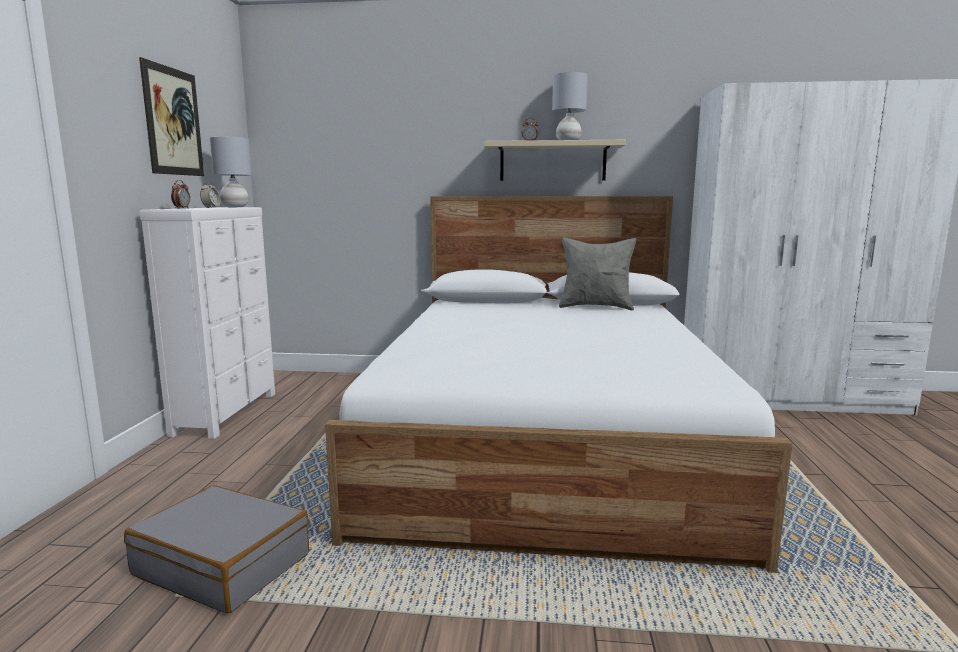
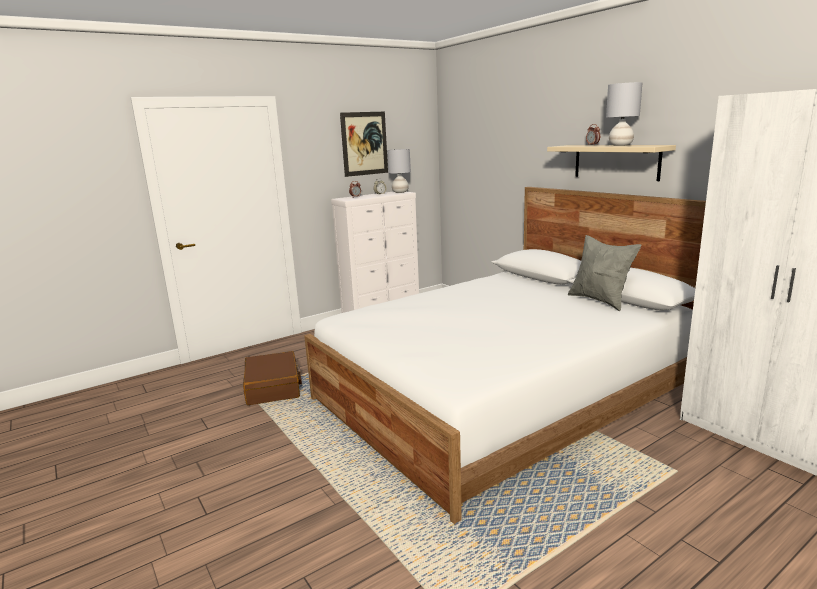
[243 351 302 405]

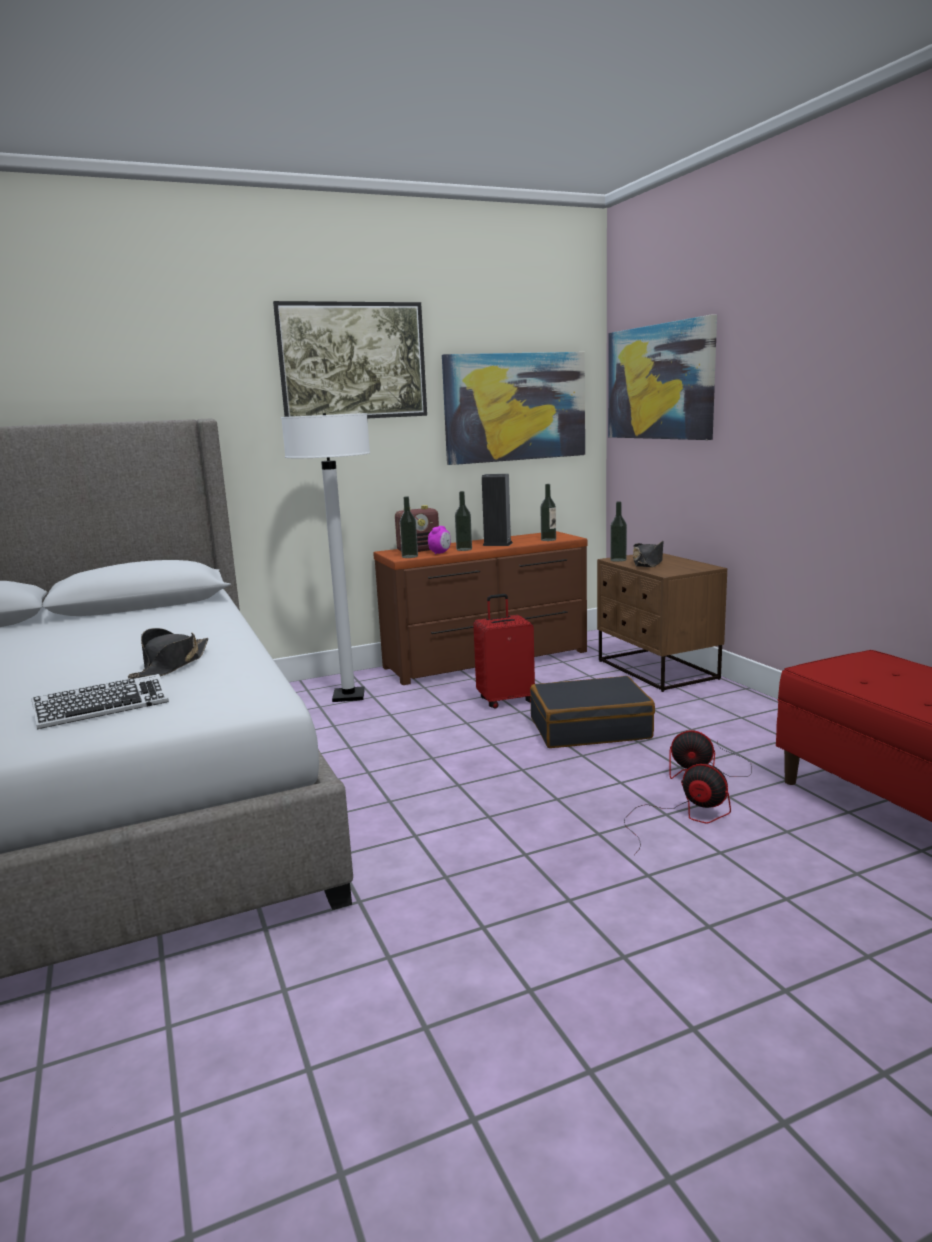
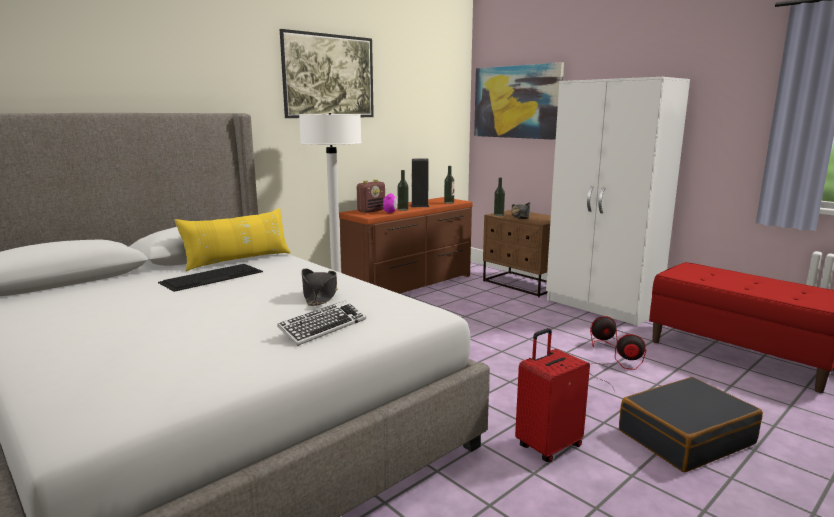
[158 264 263 292]
[175 208 291 271]
[515 328 590 463]
[546 77 690 326]
[619 377 763 472]
[399 497 418 558] (first image)
[442 352 585 465] (first image)

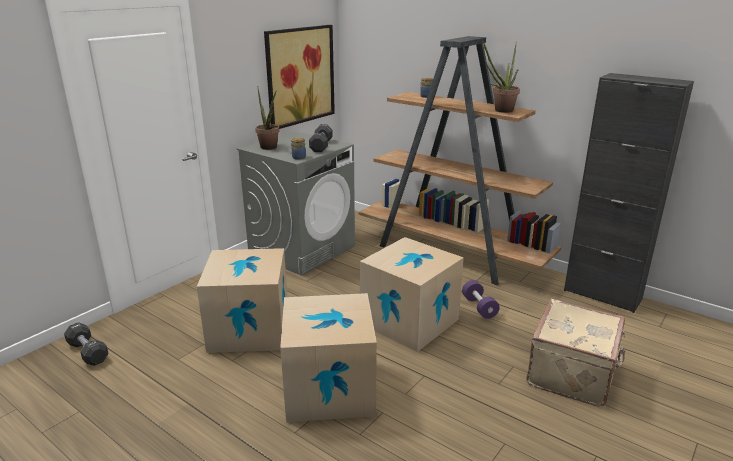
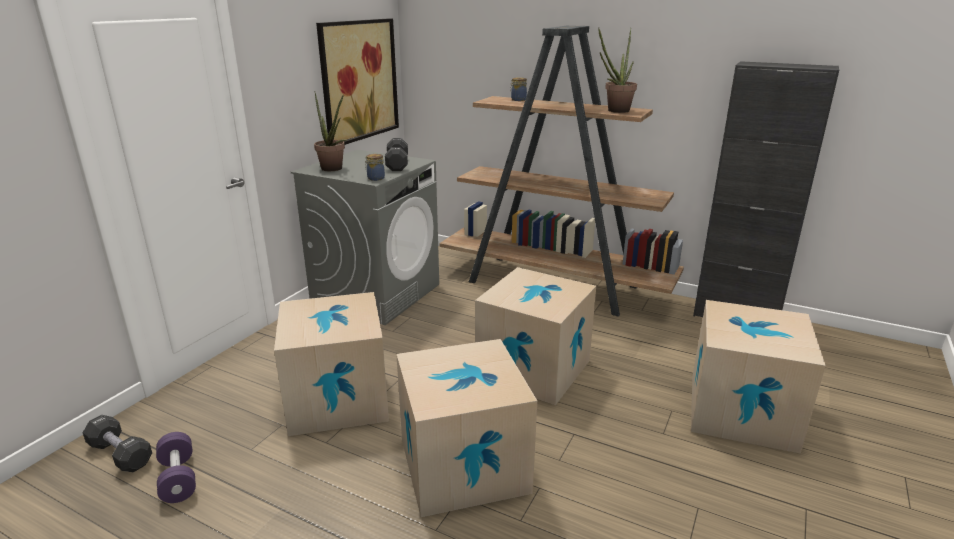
[156 432 196 503]
[691 300 826 454]

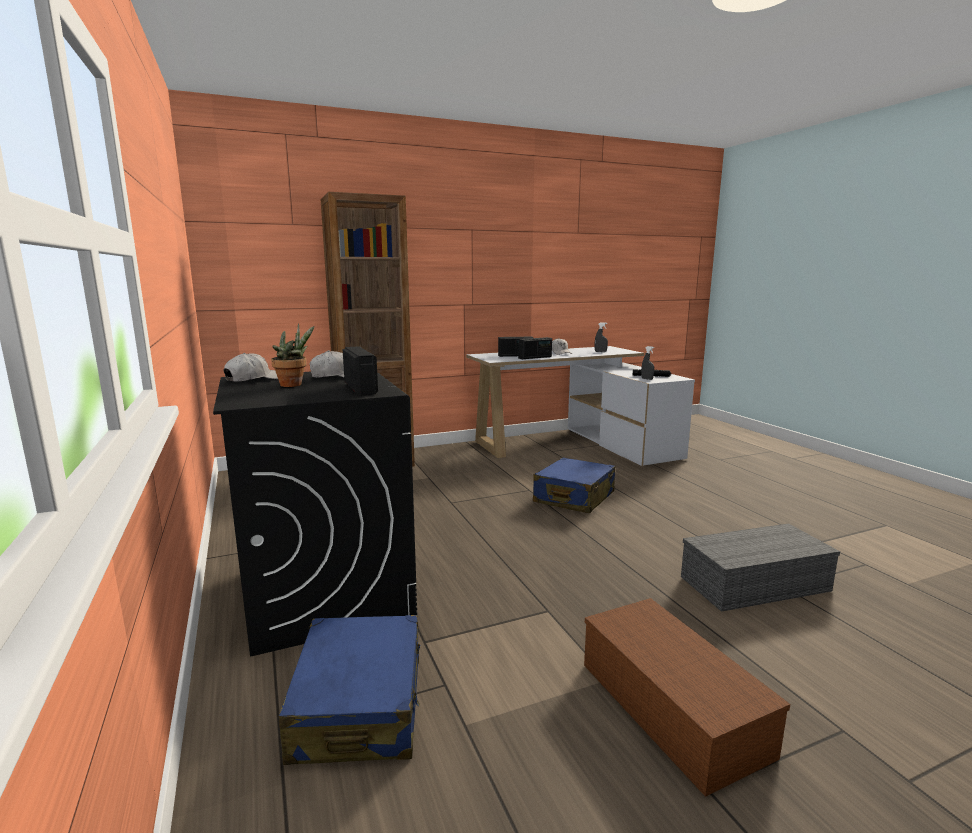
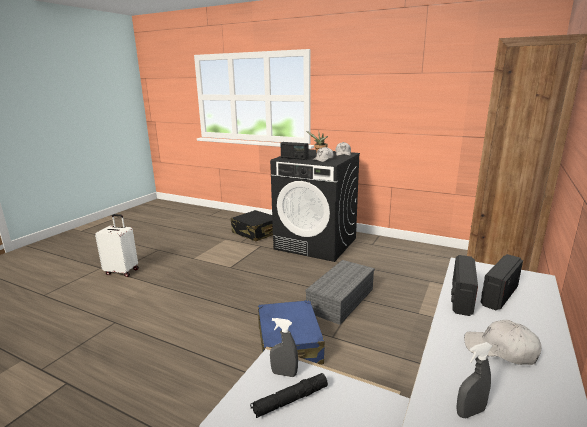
[95 214 139 277]
[231 210 273 242]
[305 260 375 325]
[584 598 790 797] (first image)

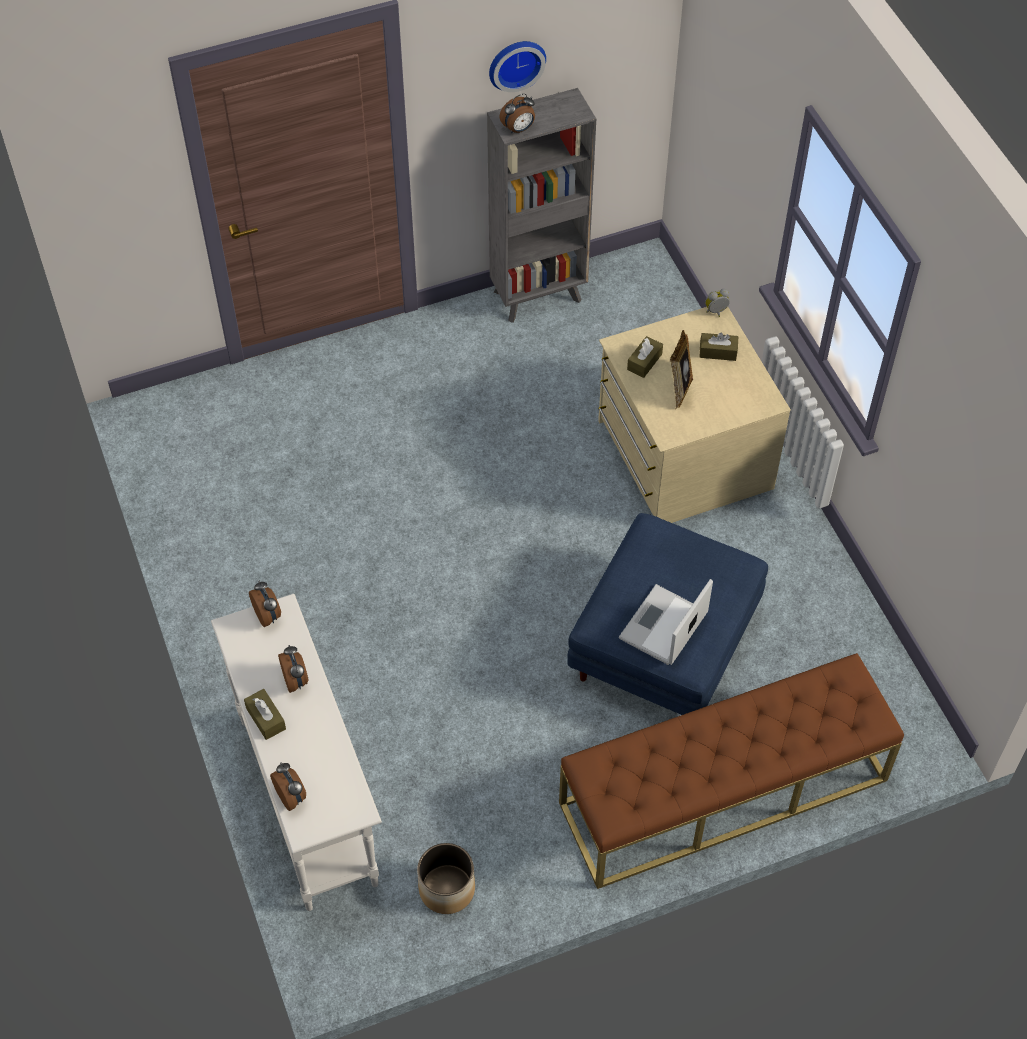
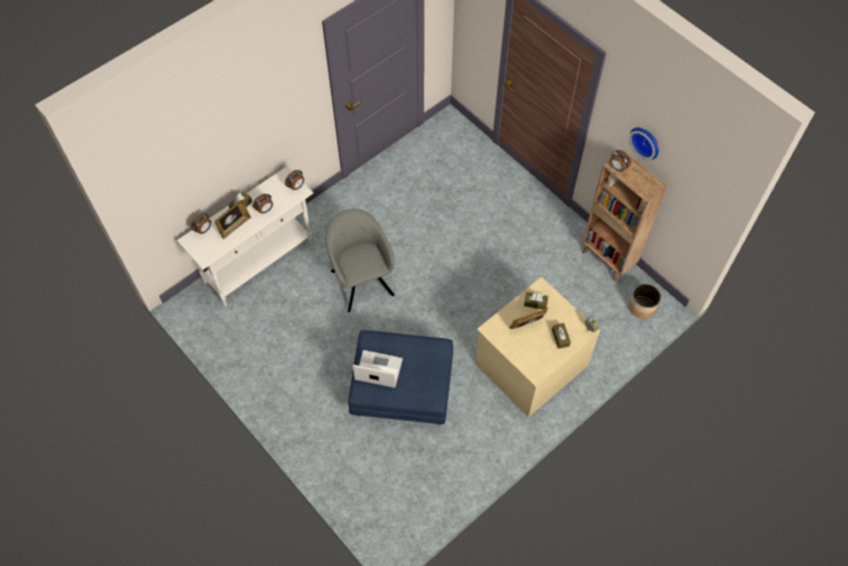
[215 200 251 239]
[325 209 395 312]
[582 150 667 281]
[629 284 661 319]
[559 653 904 889] (first image)

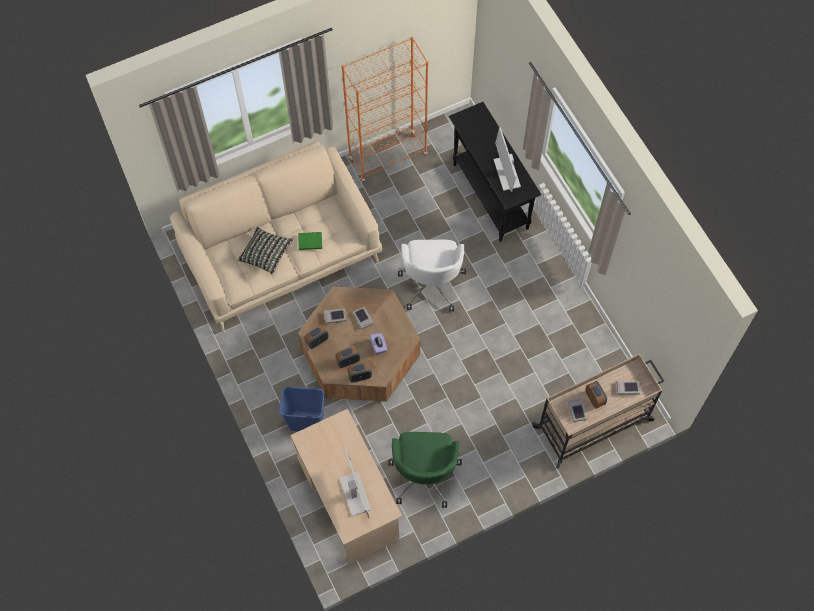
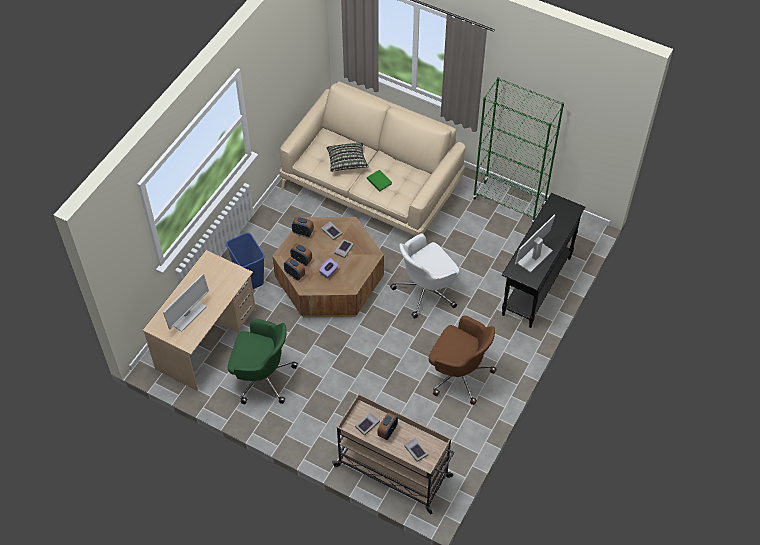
[228 319 298 404]
[429 315 497 405]
[473 77 564 224]

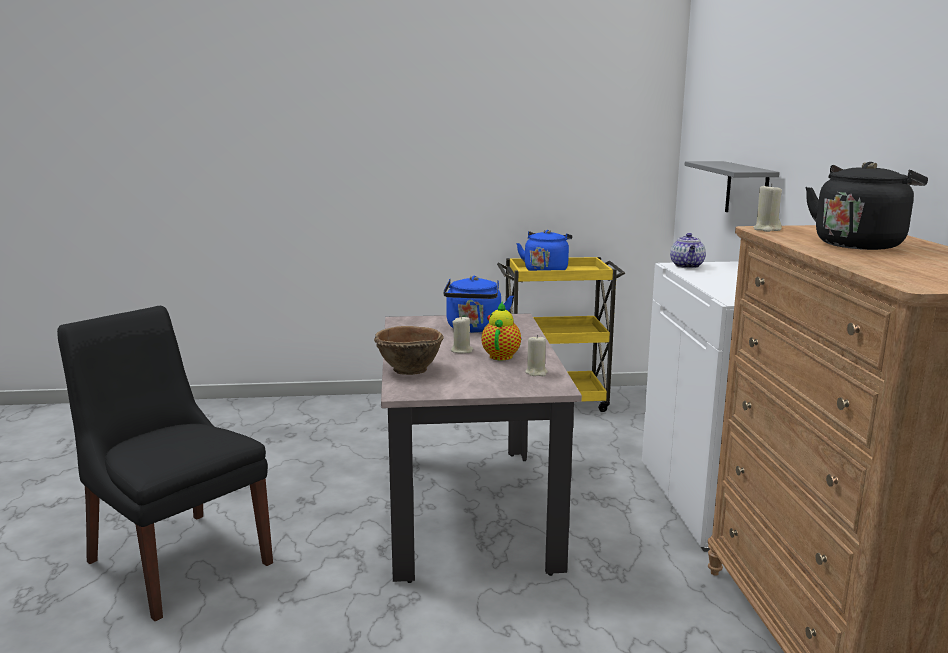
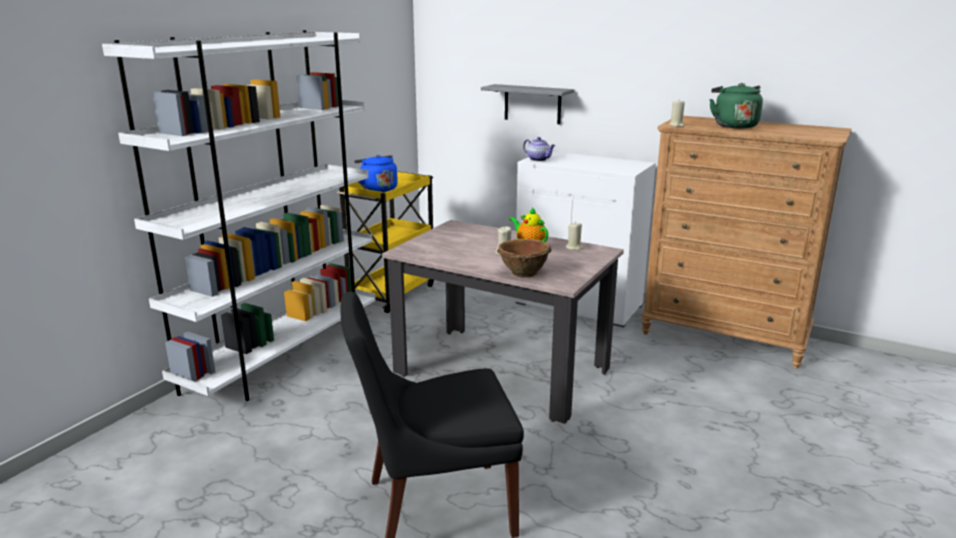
[102 30 376 401]
[709 83 763 128]
[443 276 513 333] (first image)

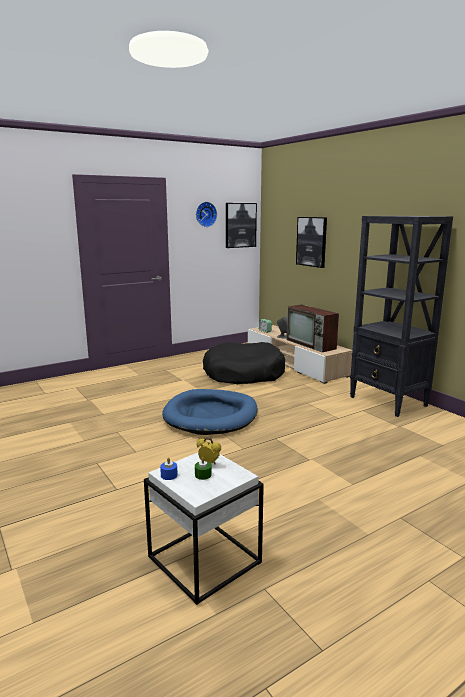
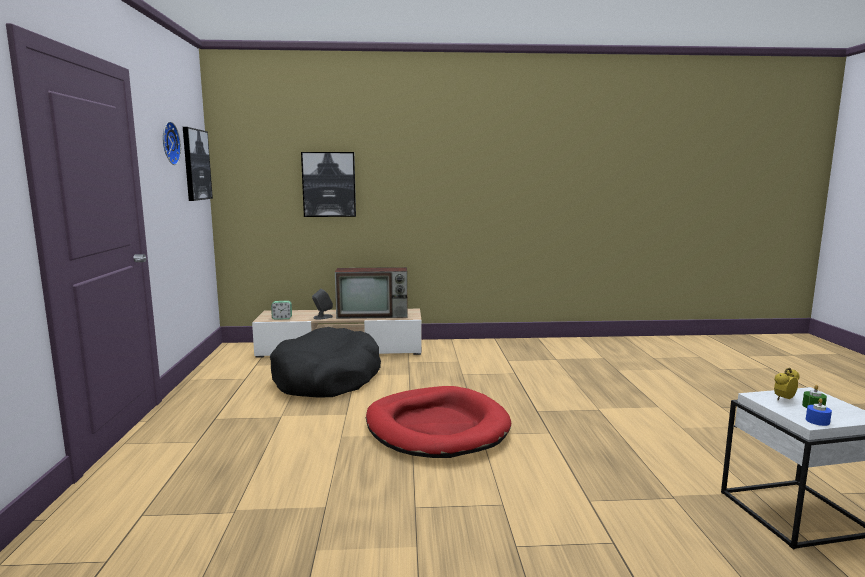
[366 386 511 458]
[350 216 453 417] (first image)

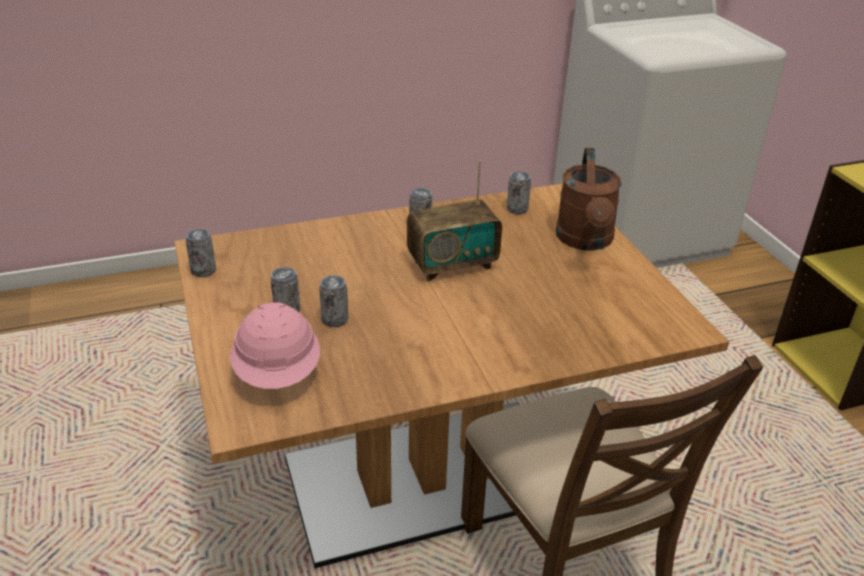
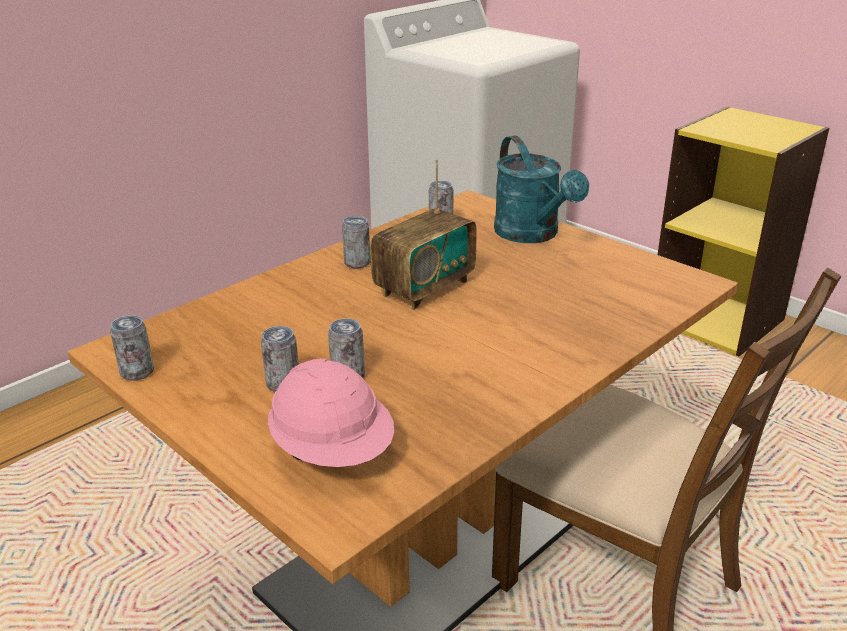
[494 136 589 243]

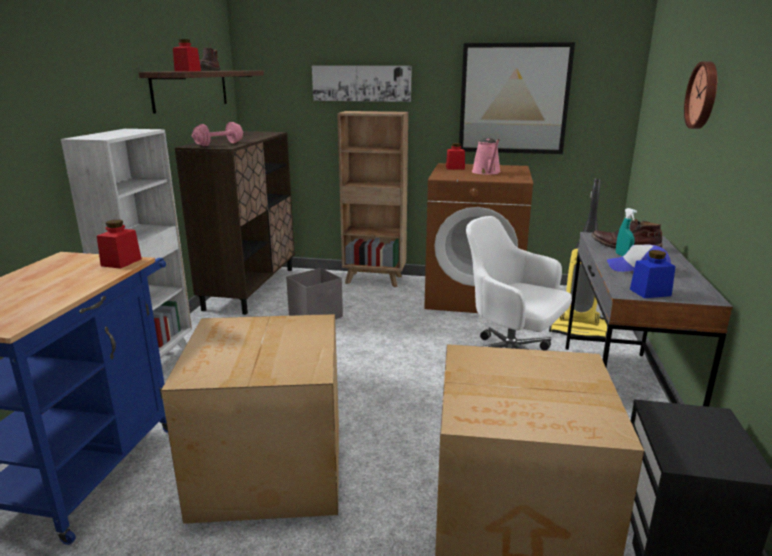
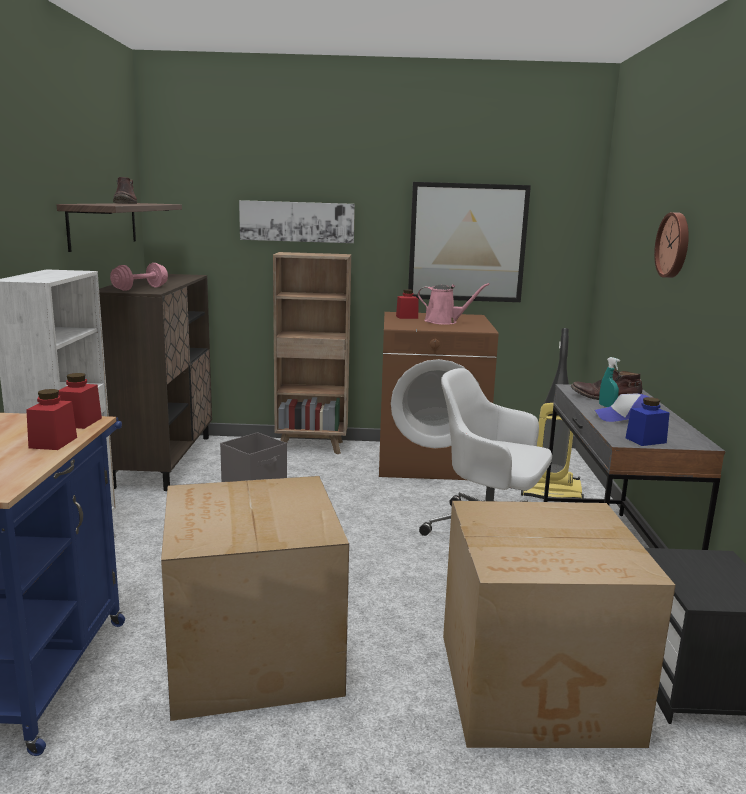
[26 389 77 450]
[418 283 489 325]

